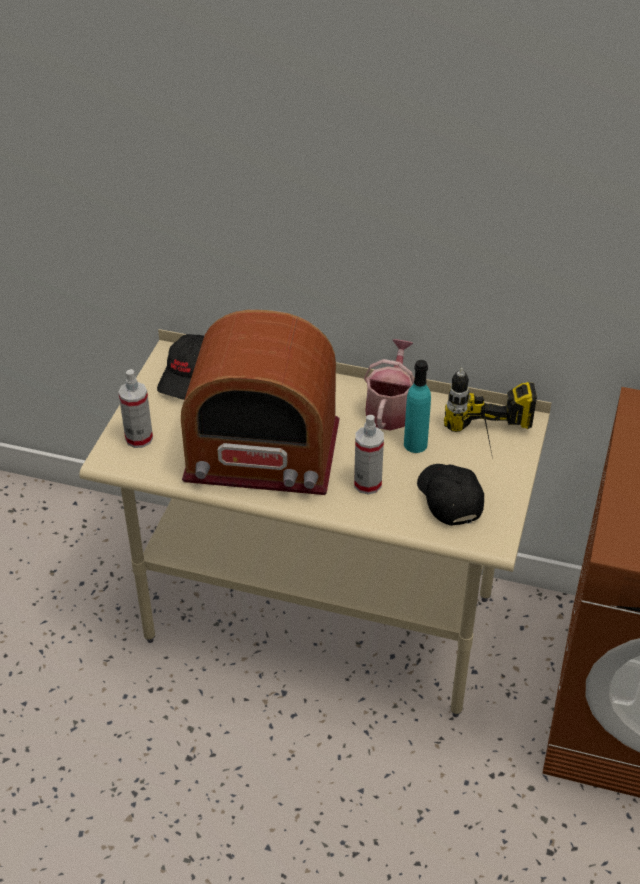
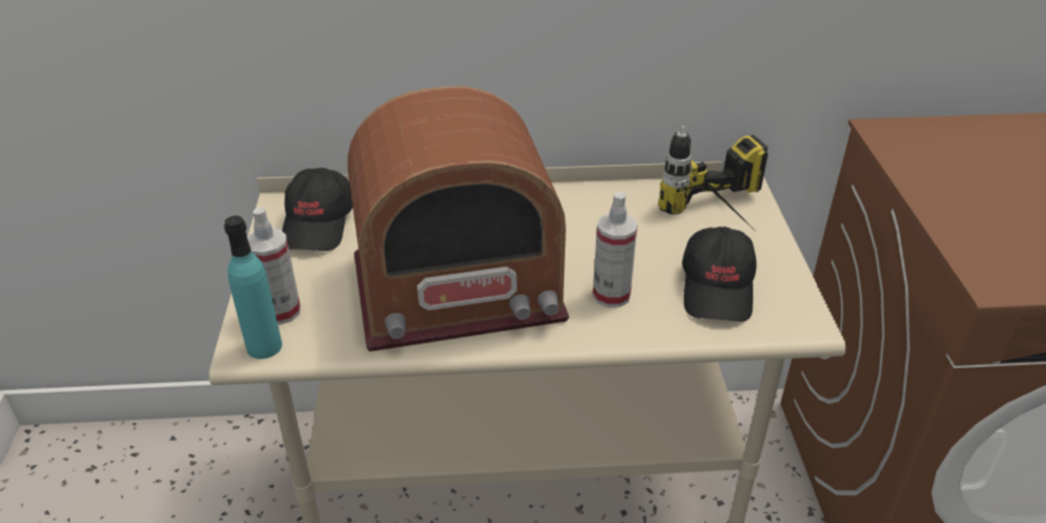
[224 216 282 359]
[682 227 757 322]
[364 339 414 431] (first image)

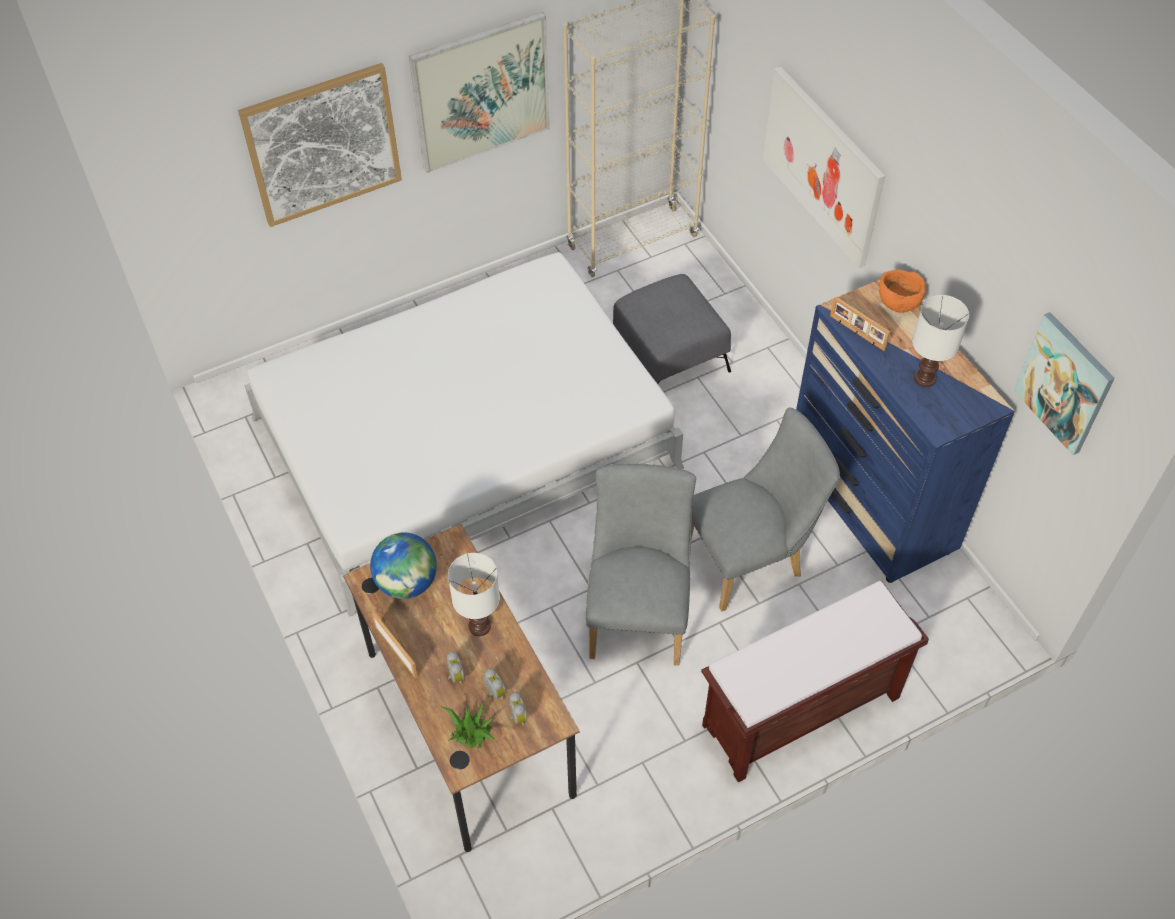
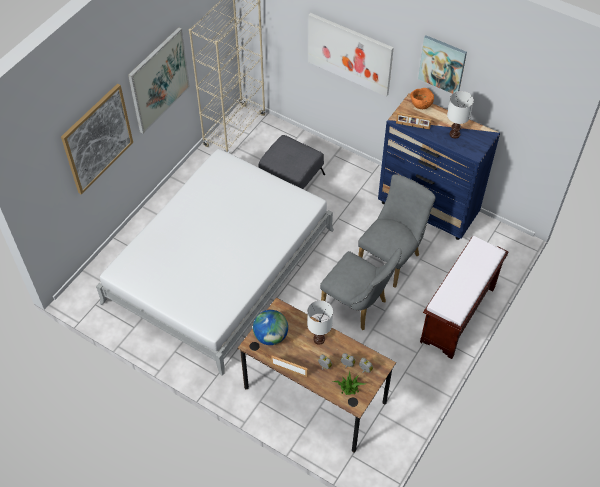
[320 248 402 330]
[418 35 467 94]

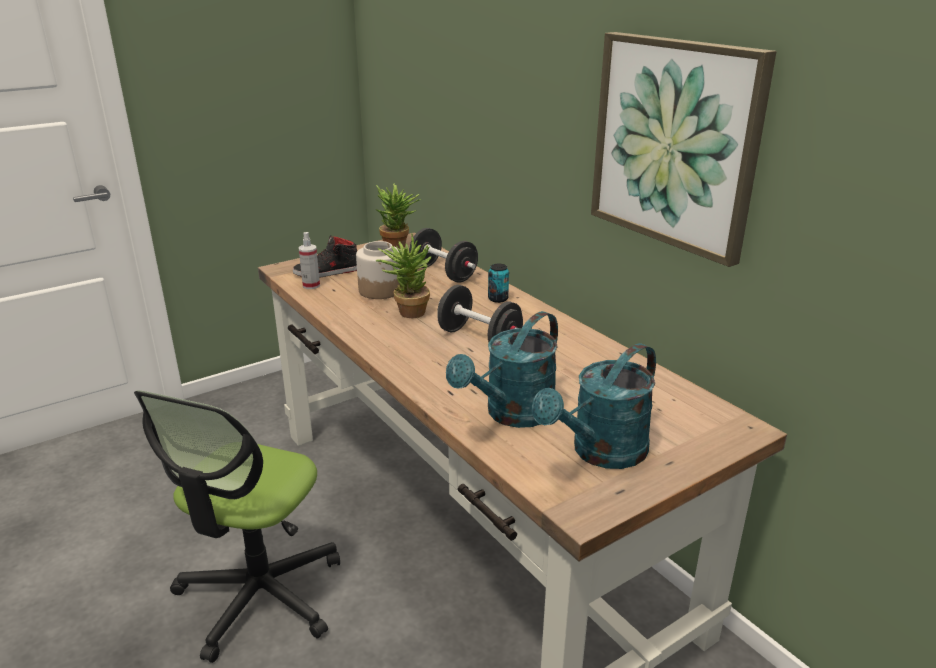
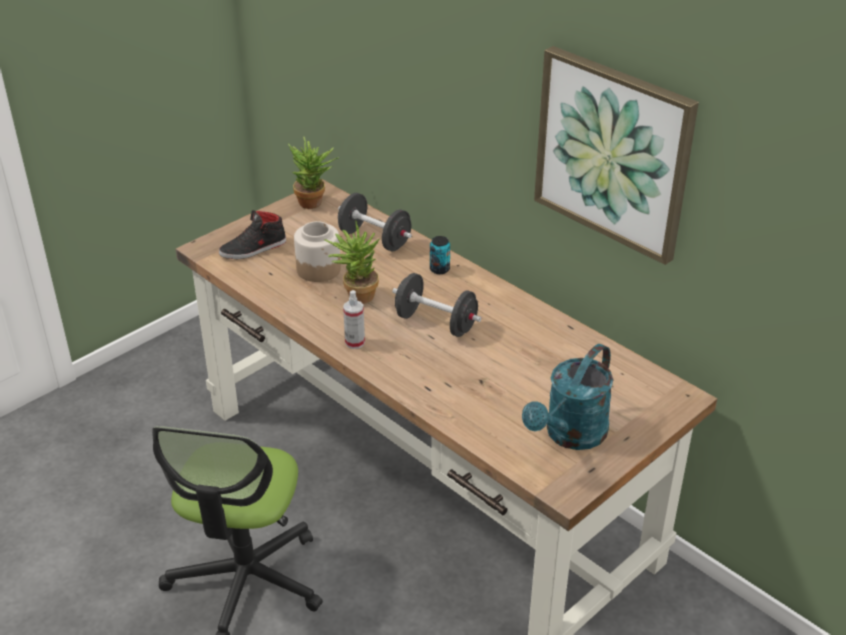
[343 290 365 349]
[446 311 558 428] (first image)

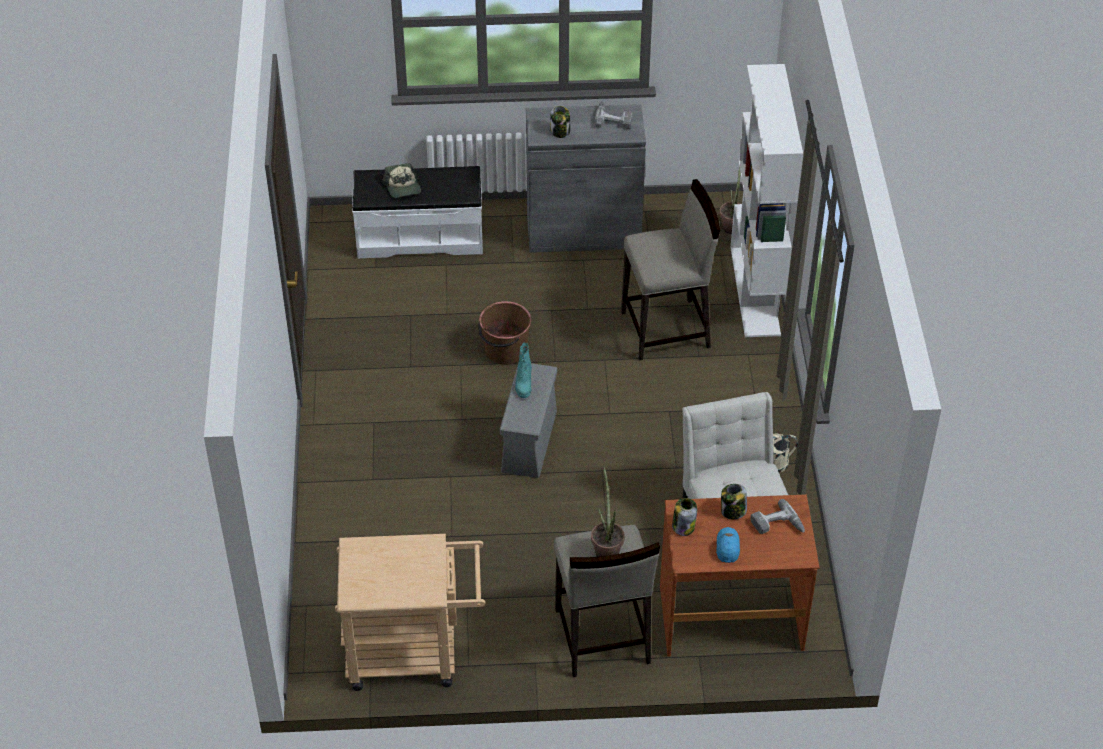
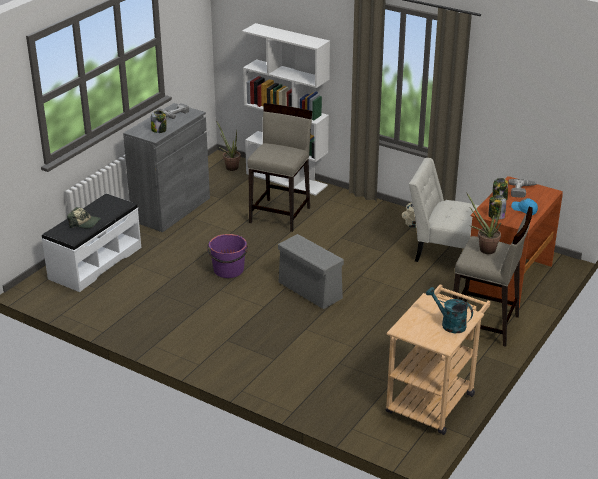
[207 234 248 278]
[426 287 473 333]
[515 343 532 398] (first image)

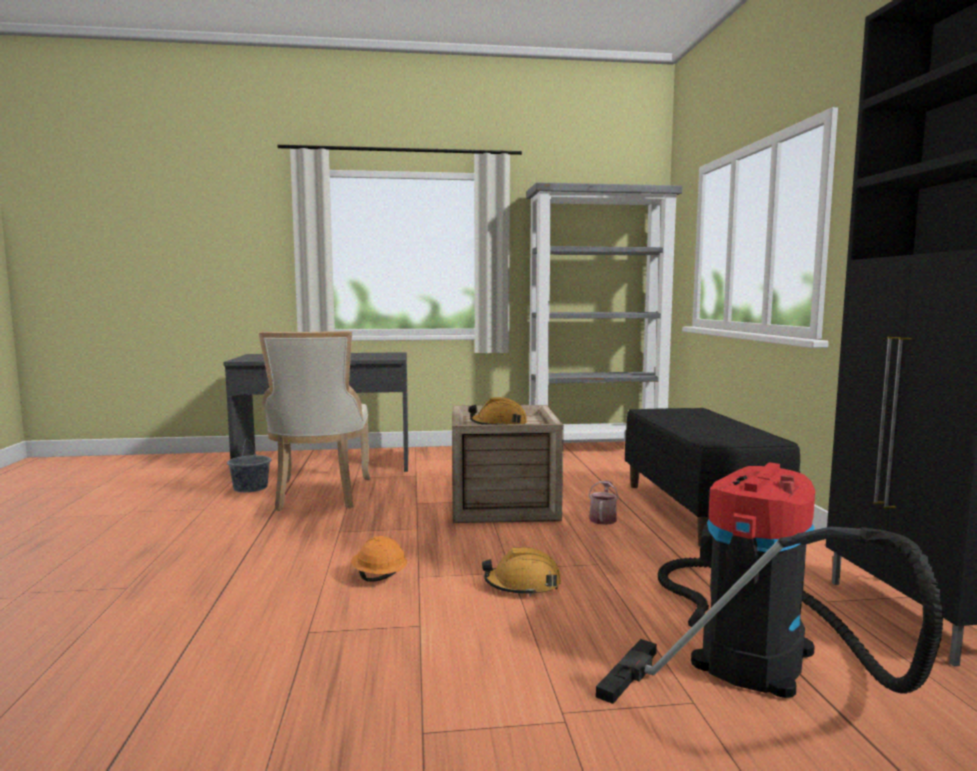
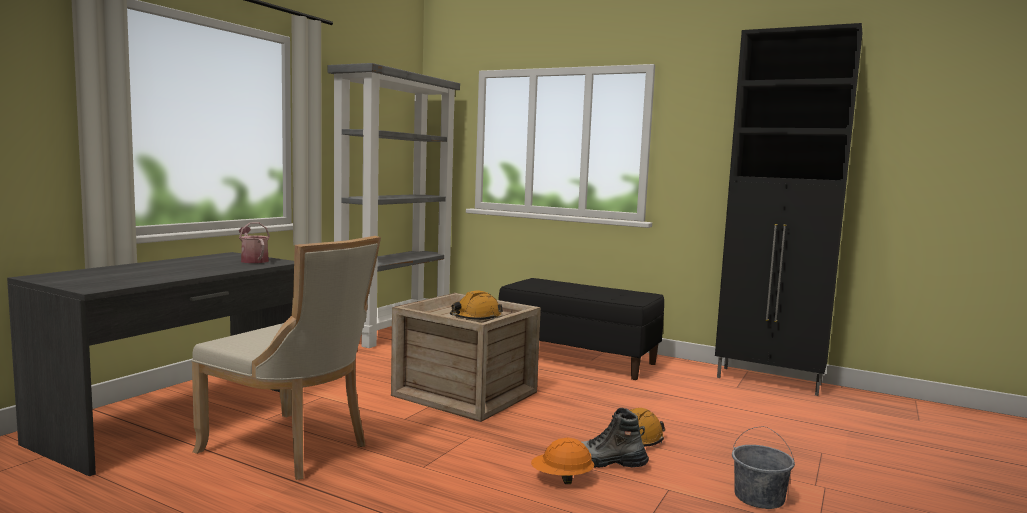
[239 222 270 263]
[582 408 649 468]
[732 427 795 509]
[596 462 943 704] (first image)

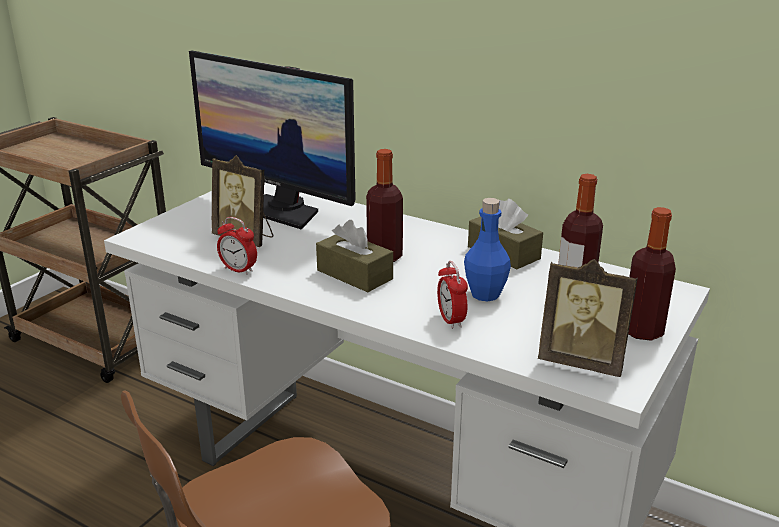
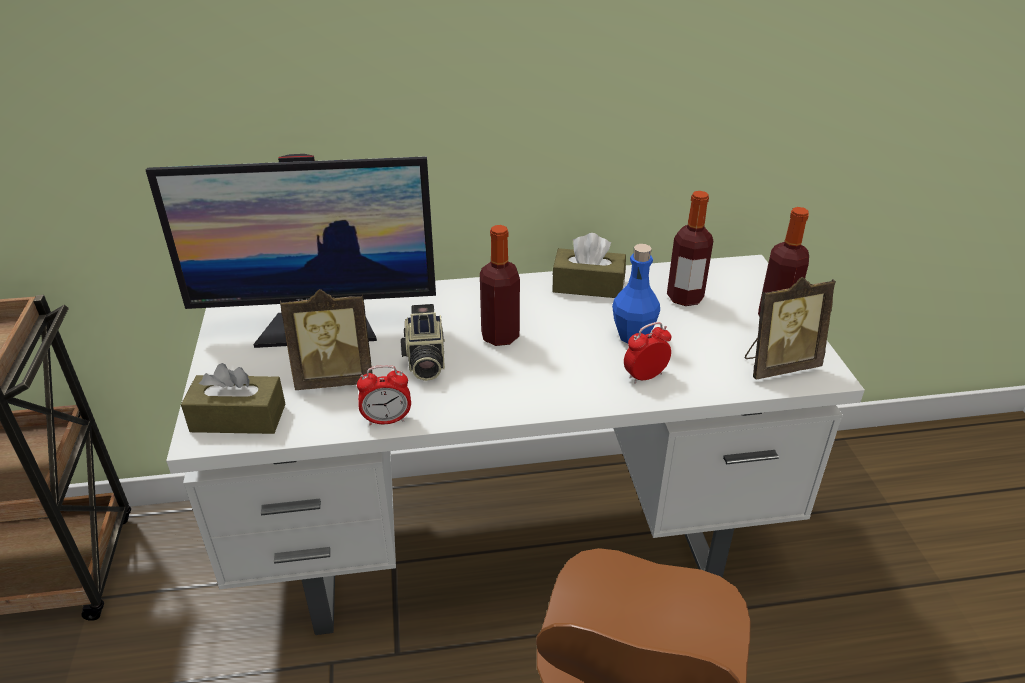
[181 363 285 434]
[401 304 445 381]
[624 322 672 384]

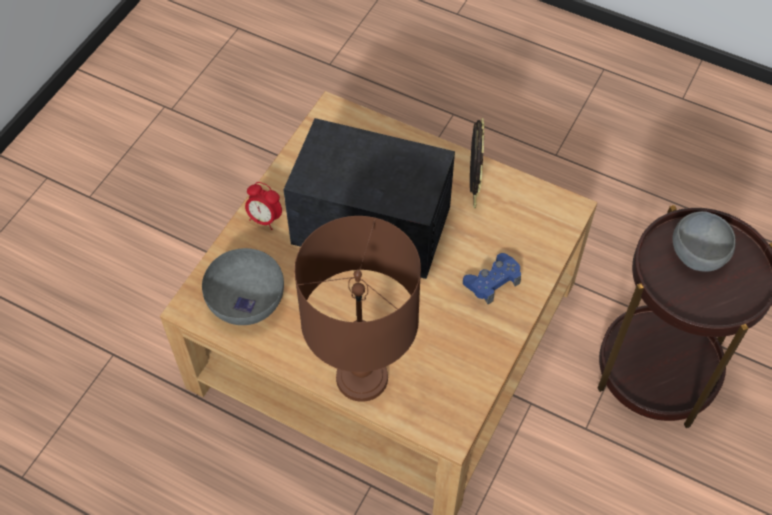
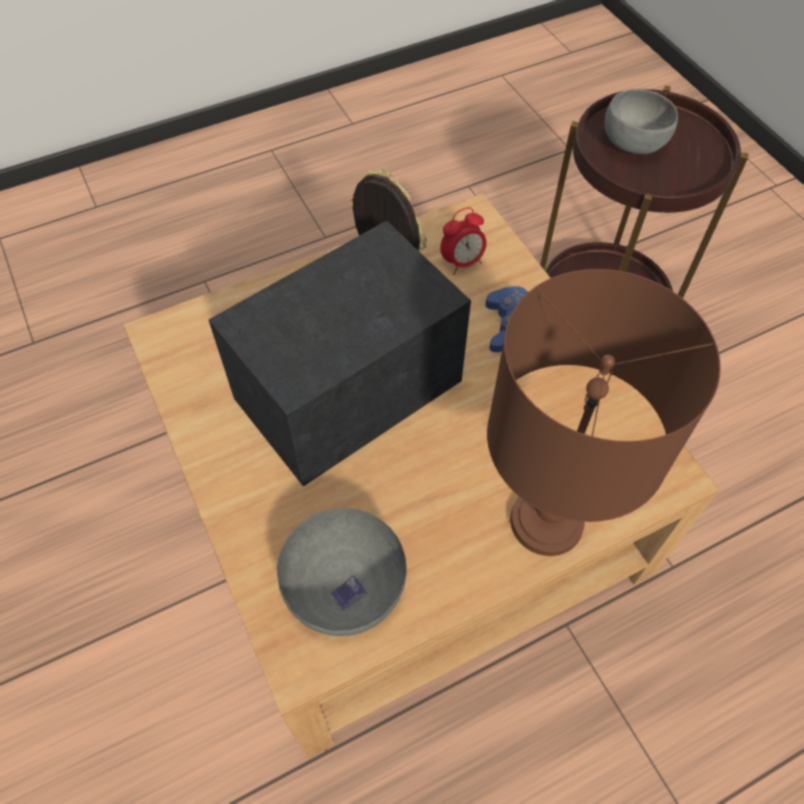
[440 207 486 275]

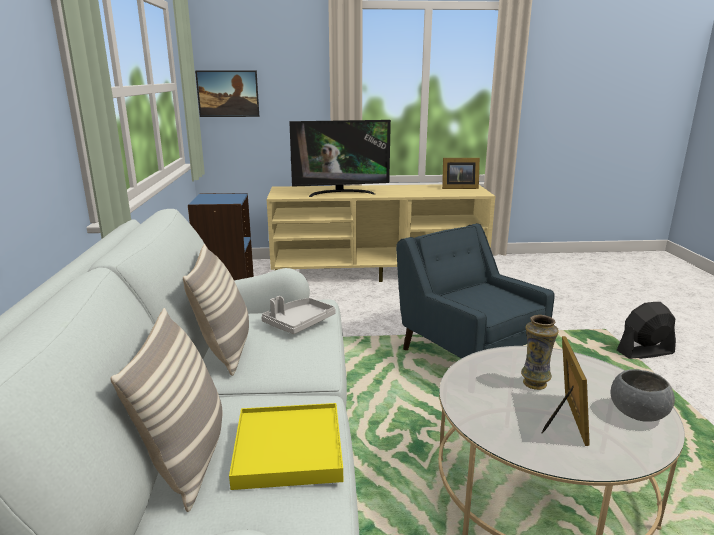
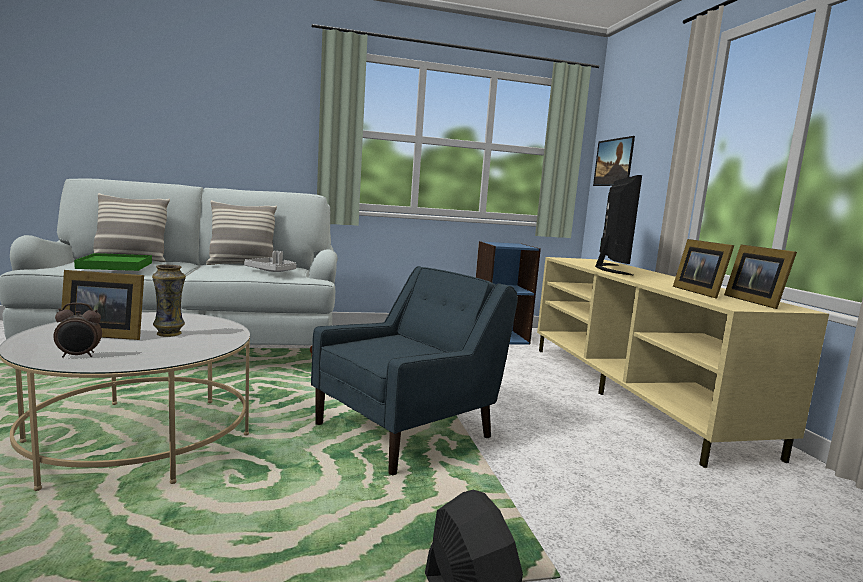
[54 303 102 358]
[74 253 152 271]
[595 175 642 275]
[673 239 734 299]

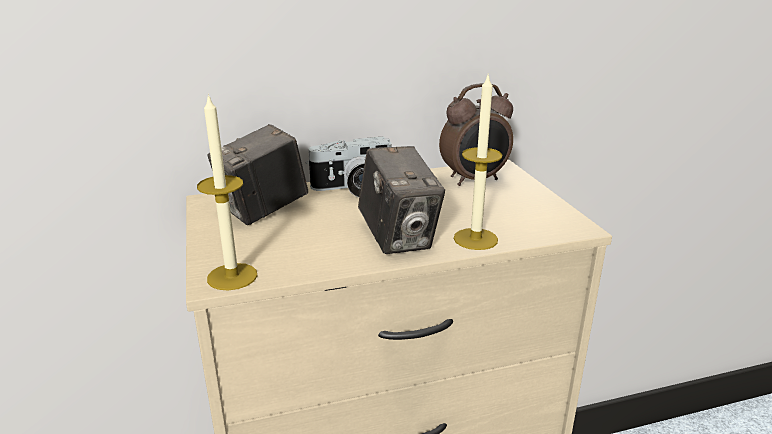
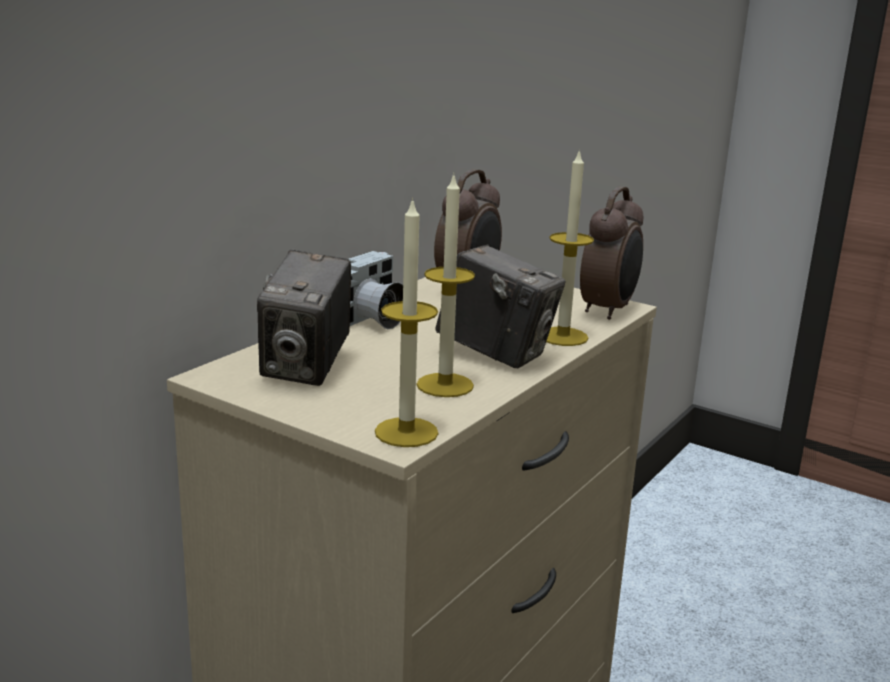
[417 172 475 397]
[580 186 643 320]

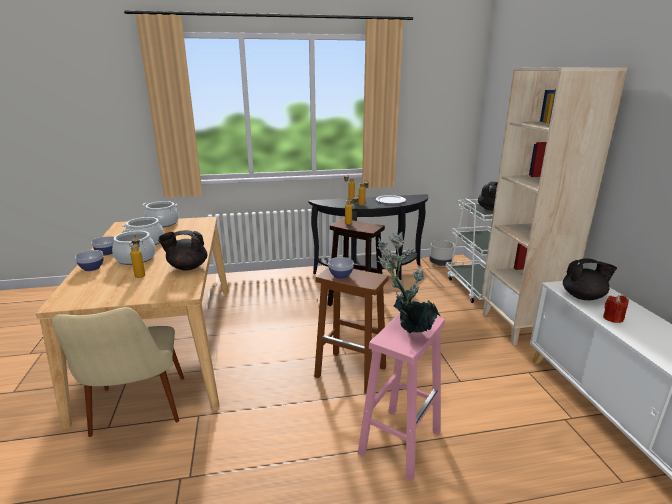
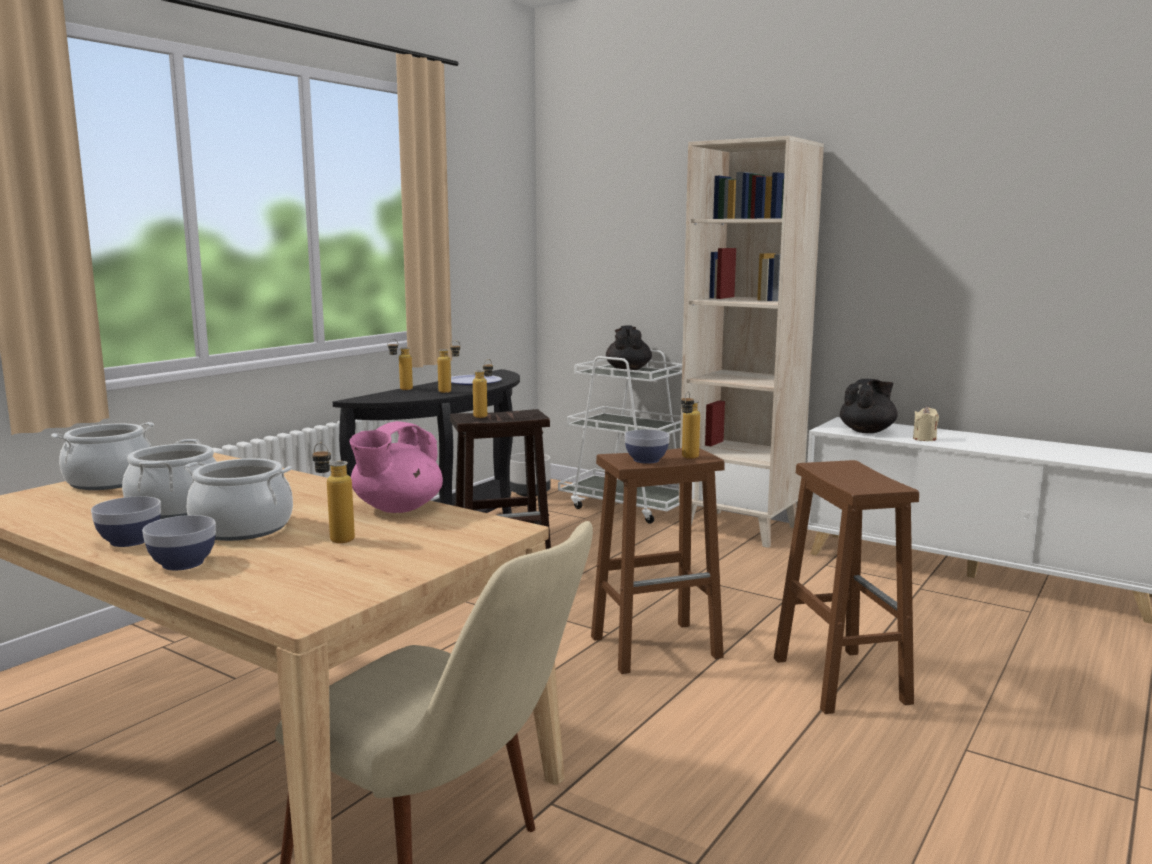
[350 421 443 513]
[681 391 700 459]
[774 460 919 714]
[913 407 939 441]
[376 232 440 333] (first image)

